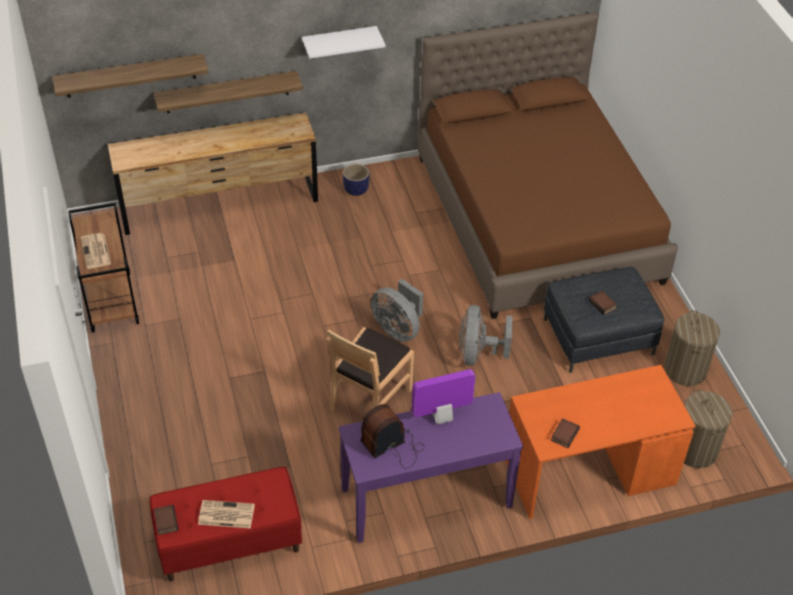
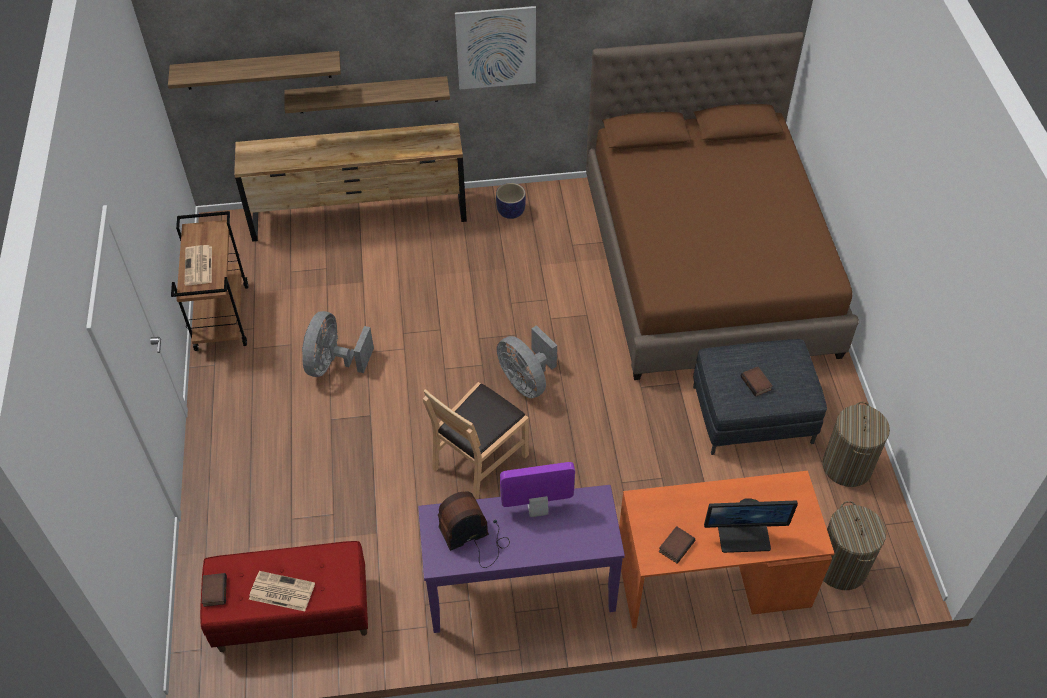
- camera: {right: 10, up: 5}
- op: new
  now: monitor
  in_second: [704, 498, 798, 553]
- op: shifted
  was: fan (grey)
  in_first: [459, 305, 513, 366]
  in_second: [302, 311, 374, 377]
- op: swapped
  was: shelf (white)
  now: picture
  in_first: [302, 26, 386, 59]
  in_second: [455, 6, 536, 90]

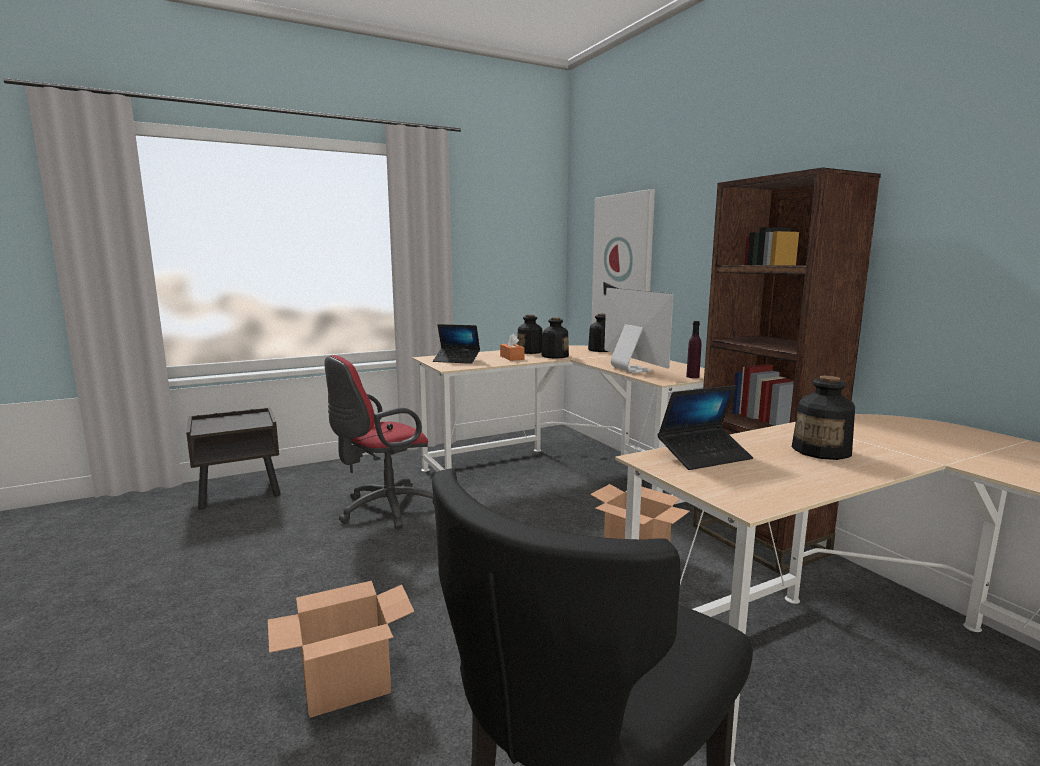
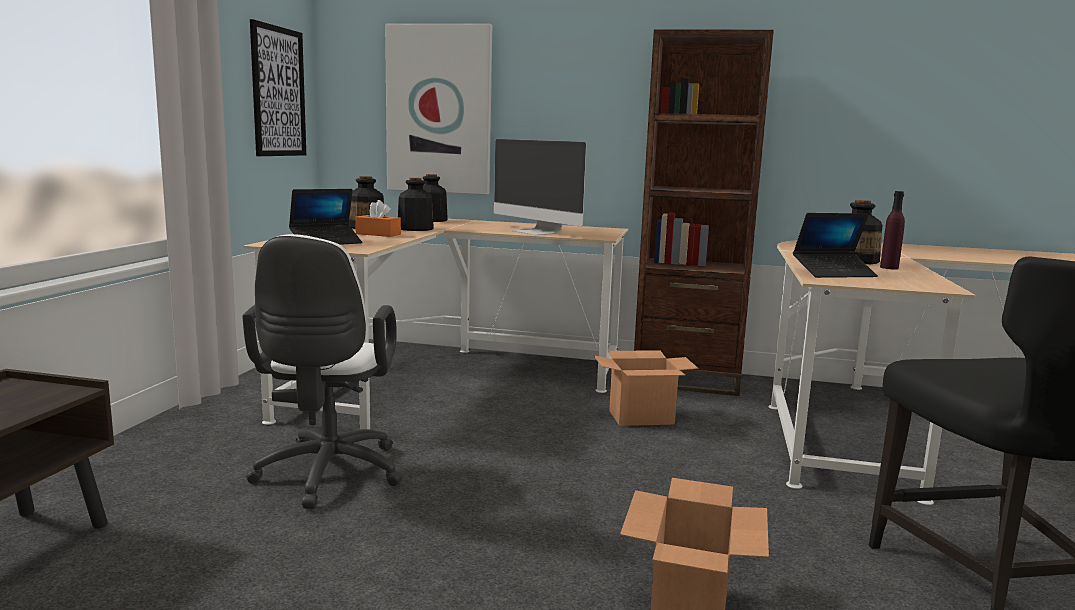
- camera: {right: -50, up: 0}
- op: new
  now: picture
  in_second: [250, 19, 306, 156]
- op: shifted
  was: bottle (purple)
  in_first: [686, 321, 701, 378]
  in_second: [880, 191, 905, 269]
- op: repainted
  was: office chair (red)
  now: office chair (white)
  in_first: [324, 355, 434, 529]
  in_second: [242, 234, 403, 509]
- op: rotated
  was: monitor
  in_first: [604, 288, 673, 373]
  in_second: [494, 139, 586, 235]
  clockwise: -150
- op: rotated
  was: laptop
  in_first: [657, 385, 753, 470]
  in_second: [793, 213, 878, 278]
  clockwise: 60

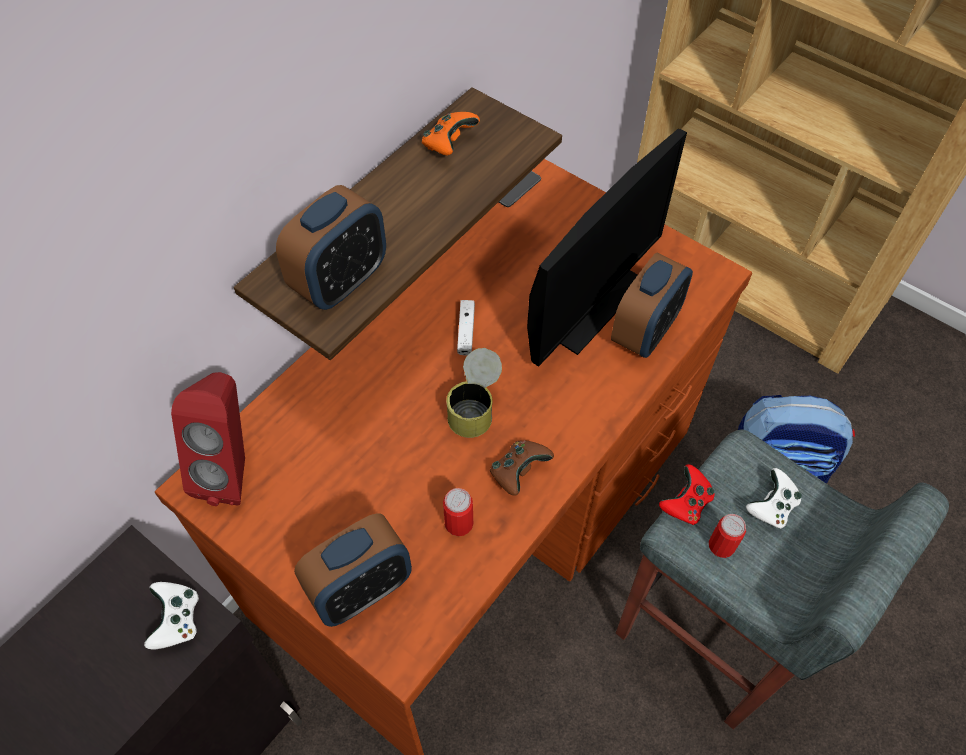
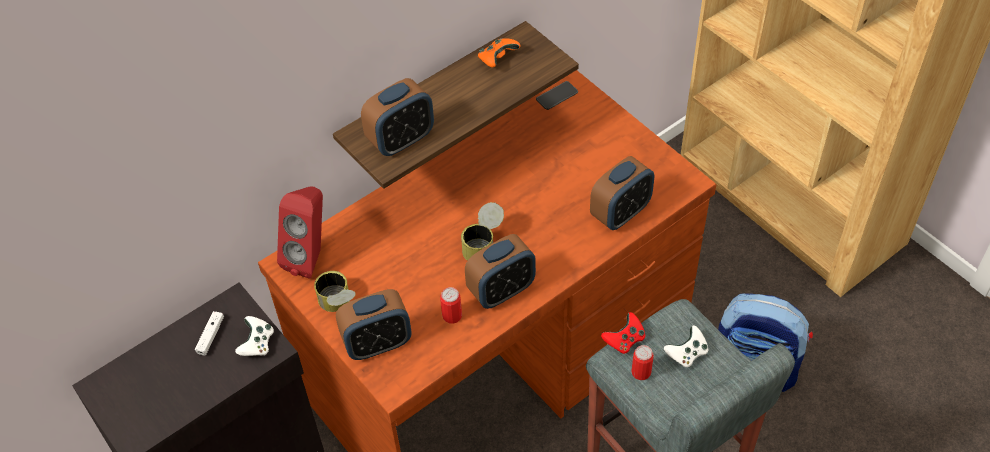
- camera: {right: 15, up: -5}
- op: gone
  was: monitor
  in_first: [527, 129, 687, 367]
- op: new
  now: can
  in_second: [314, 271, 356, 312]
- op: shifted
  was: game controller (white)
  in_first: [457, 300, 475, 355]
  in_second: [195, 311, 224, 355]
- op: swapped
  was: game controller (brown)
  now: alarm clock
  in_first: [490, 440, 554, 496]
  in_second: [465, 234, 536, 309]

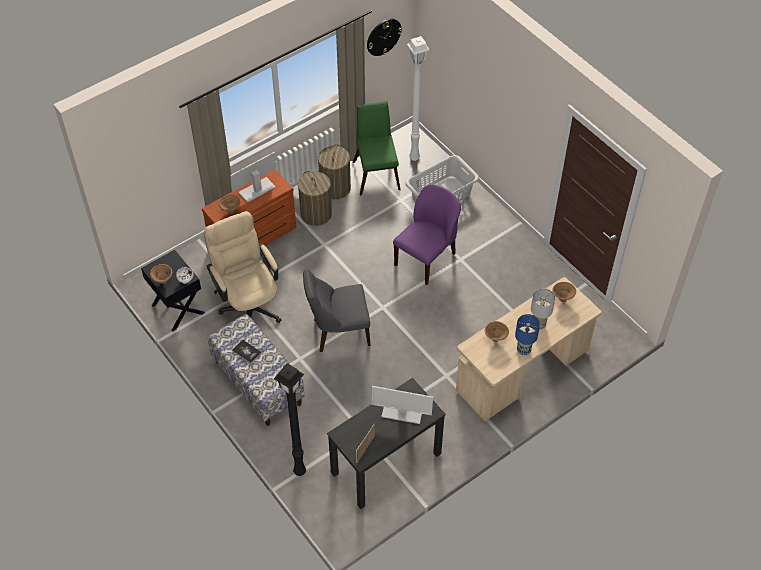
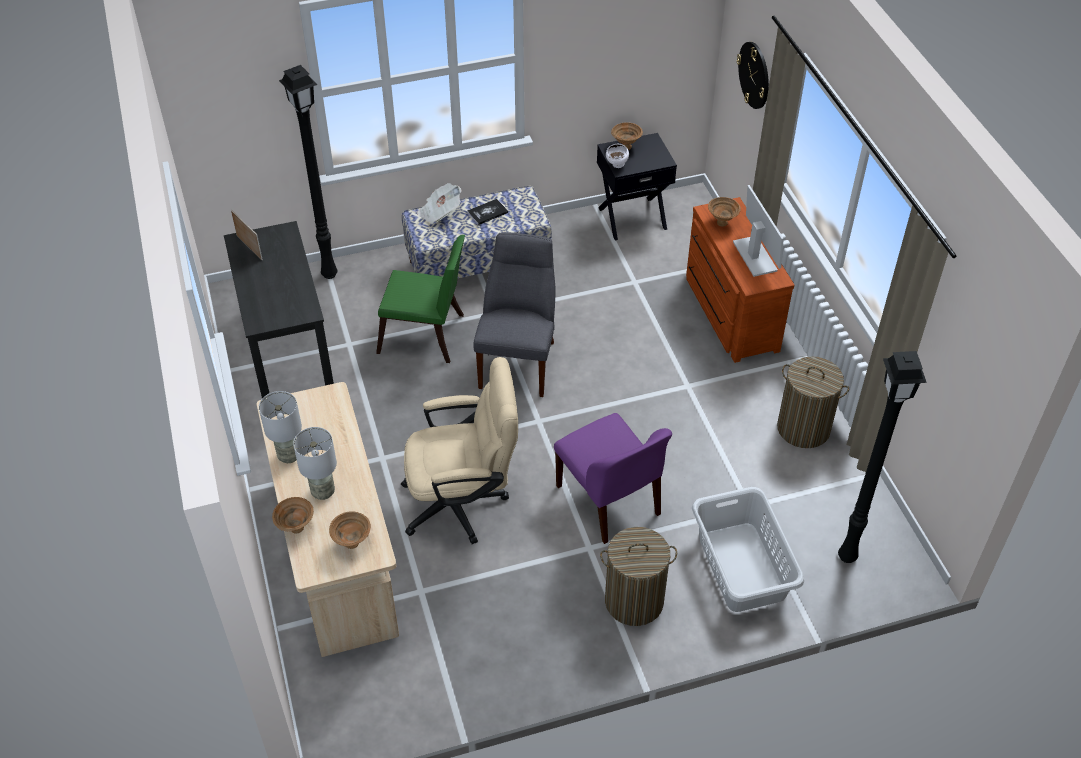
- camera: {right: 110, up: -5}
- op: gone
  was: monitor
  in_first: [372, 386, 433, 424]
- op: new
  now: newspaper
  in_second: [417, 183, 462, 224]
- op: shifted
  was: office chair (beige)
  in_first: [204, 211, 281, 323]
  in_second: [401, 357, 518, 544]
- op: shifted
  was: laundry basket
  in_first: [298, 171, 332, 226]
  in_second: [600, 527, 677, 626]
- op: shifted
  was: chair (green)
  in_first: [353, 101, 400, 195]
  in_second: [376, 235, 465, 363]
- op: shifted
  was: wall clock
  in_first: [367, 19, 402, 56]
  in_second: [737, 42, 769, 109]
- op: shifted
  was: bowl (brown)
  in_first: [485, 321, 509, 342]
  in_second: [272, 497, 314, 534]
- op: repainted
  was: floor lamp (white)
  now: floor lamp (black)
  in_first: [407, 36, 430, 161]
  in_second: [838, 351, 927, 563]
- op: repainted
  was: table lamp (blue)
  now: table lamp (grey)
  in_first: [515, 314, 540, 355]
  in_second: [259, 391, 302, 463]

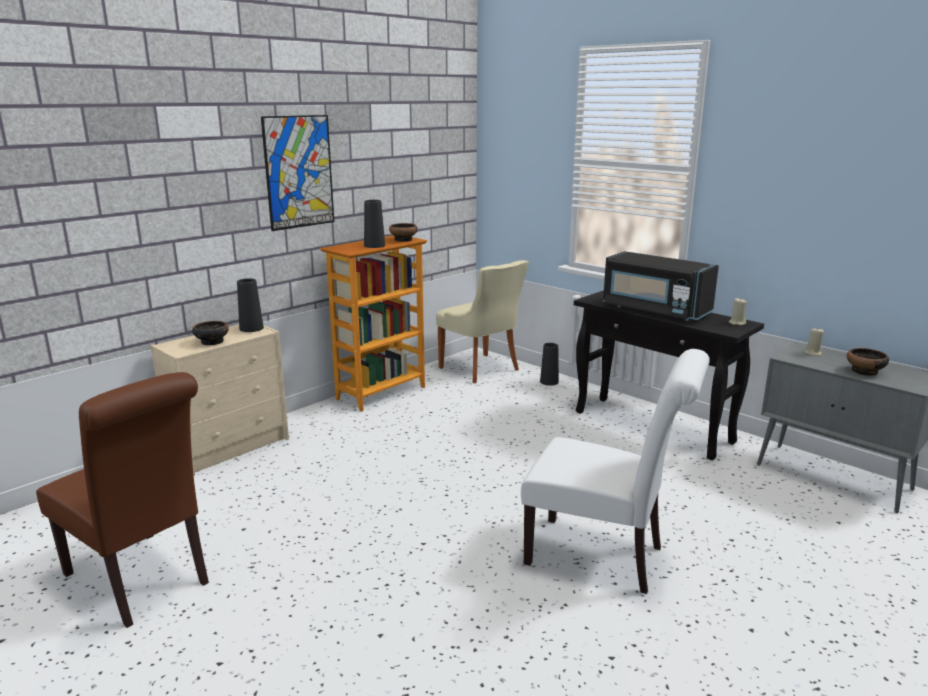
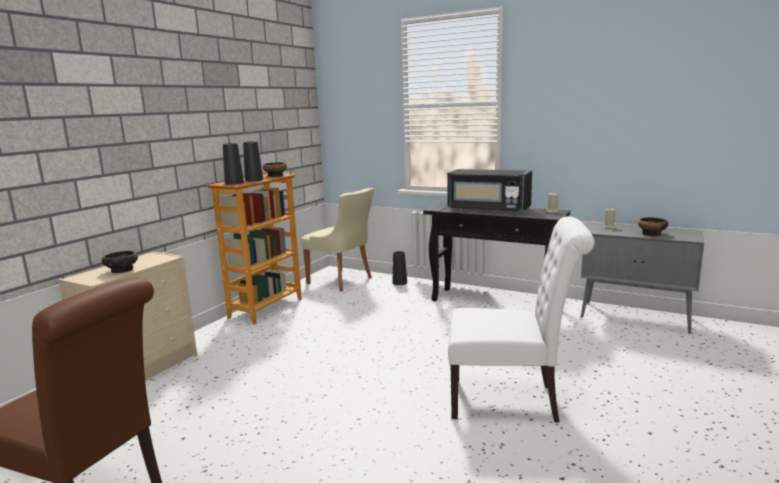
- camera: {right: -15, up: -5}
- op: gone
  was: picture
  in_first: [261, 115, 334, 231]
- op: shifted
  was: vase (black)
  in_first: [237, 278, 264, 332]
  in_second: [223, 143, 244, 185]

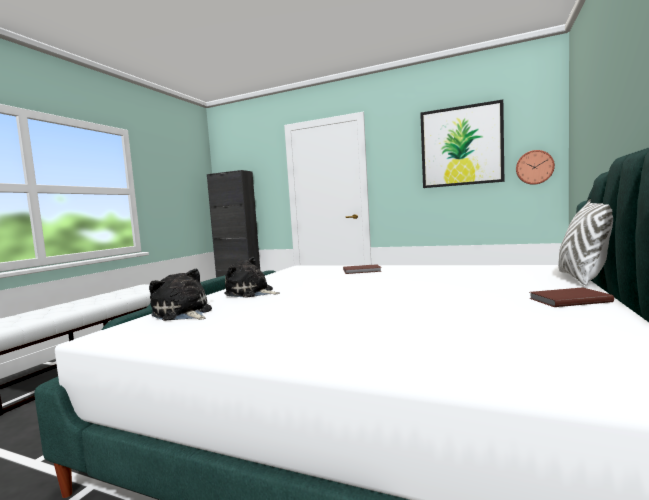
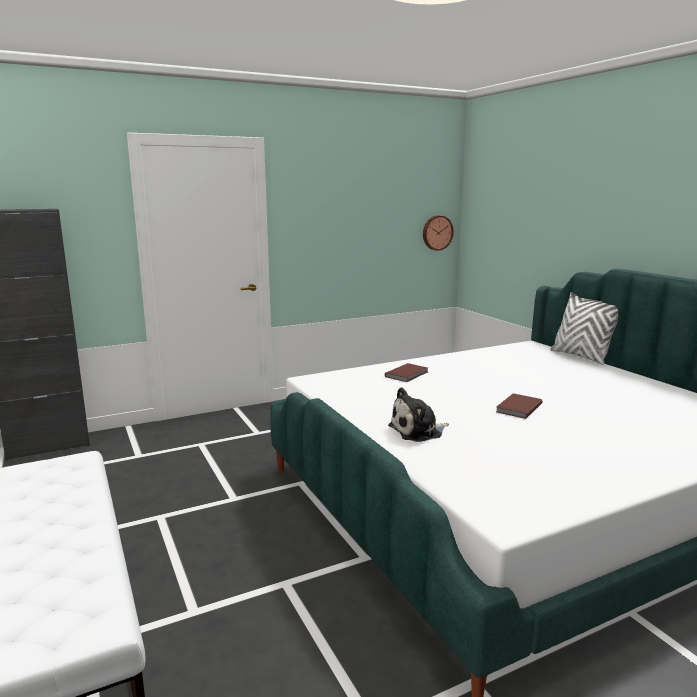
- camera: {right: -50, up: 10}
- op: gone
  was: plush toy
  in_first: [149, 269, 212, 321]
- op: gone
  was: picture
  in_first: [420, 100, 504, 188]
- op: shifted
  was: book (brown)
  in_first: [529, 287, 614, 307]
  in_second: [496, 393, 542, 419]

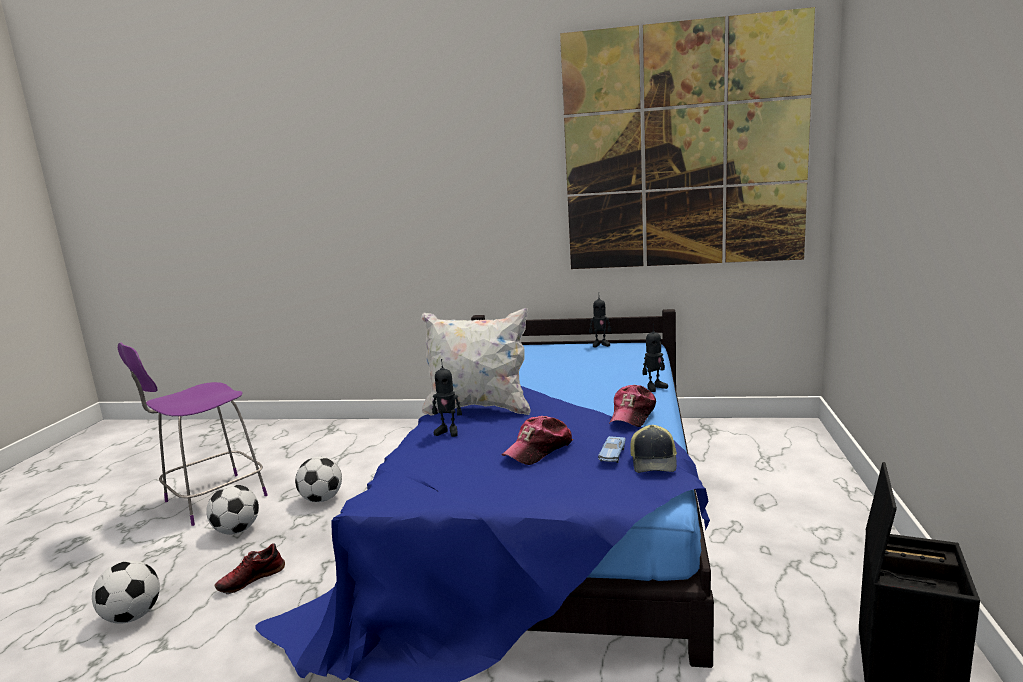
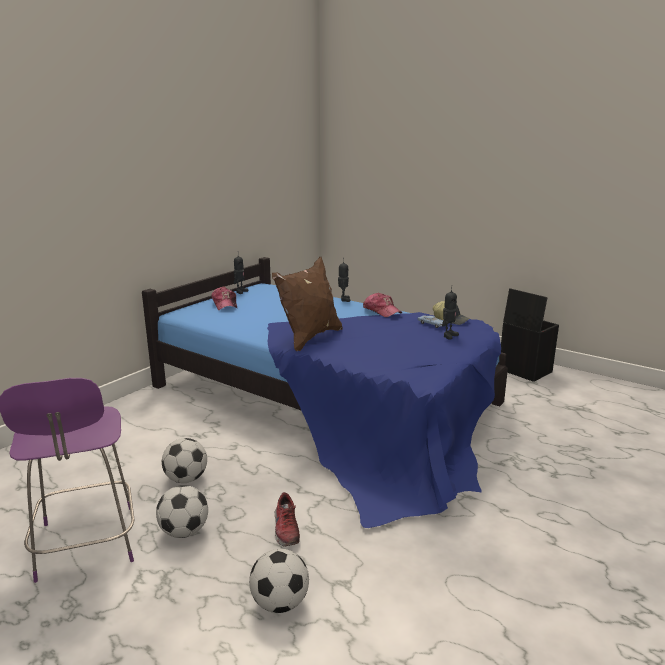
- camera: {right: -65, up: 5}
- op: gone
  was: picture
  in_first: [560, 7, 815, 269]
- op: shifted
  was: toy robot
  in_first: [432, 359, 462, 437]
  in_second: [442, 288, 459, 340]
- op: shifted
  was: cap
  in_first: [501, 416, 573, 465]
  in_second: [211, 286, 237, 310]
- op: repainted
  was: pillow (white)
  now: pillow (brown)
  in_first: [421, 308, 531, 416]
  in_second: [272, 257, 343, 351]

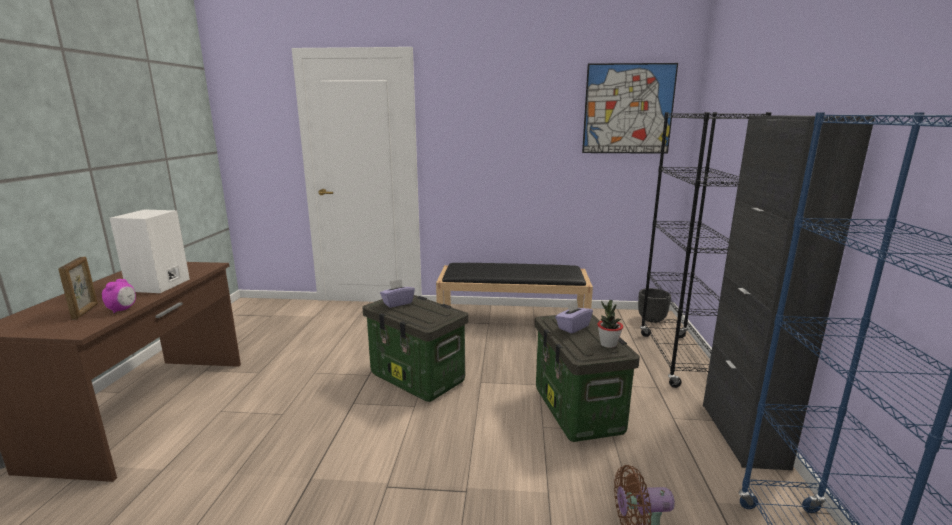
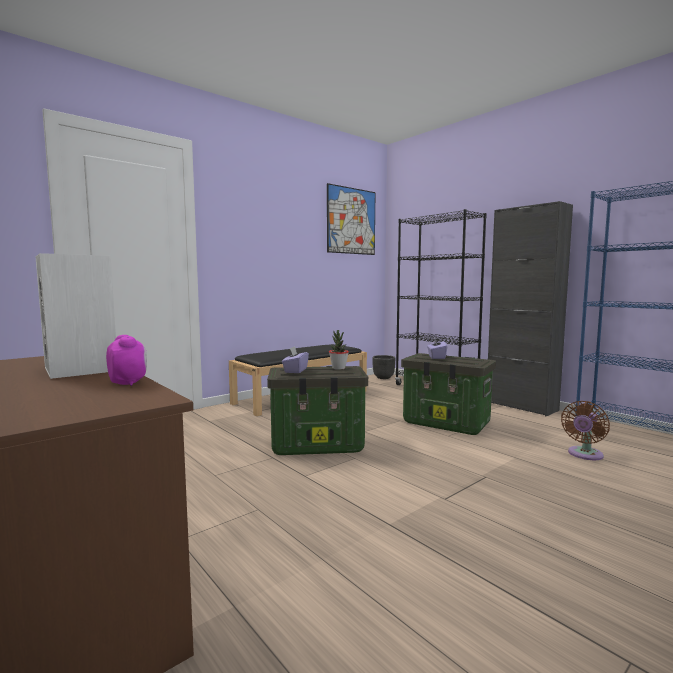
- camera: {right: -45, up: -10}
- op: gone
  was: picture frame
  in_first: [58, 257, 98, 320]
- op: shifted
  was: potted plant
  in_first: [597, 300, 623, 348]
  in_second: [329, 330, 349, 370]

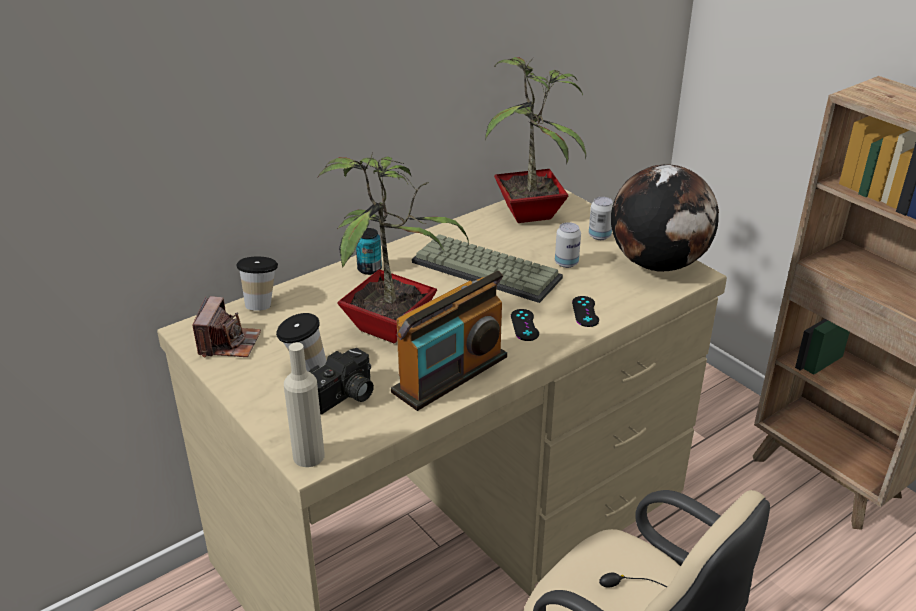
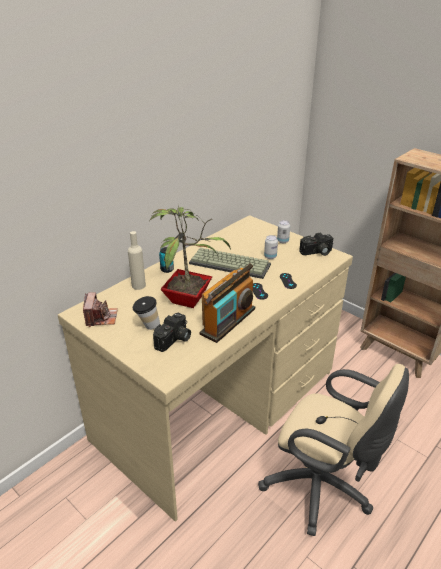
- camera: {right: -10, up: 0}
- op: gone
  was: cup
  in_first: [236, 257, 278, 311]
- op: gone
  was: potted plant
  in_first: [485, 57, 586, 223]
- op: shifted
  was: bottle (beige)
  in_first: [284, 342, 325, 467]
  in_second: [128, 231, 146, 290]
- op: swapped
  was: globe
  now: photo camera
  in_first: [611, 164, 719, 272]
  in_second: [299, 233, 333, 256]

